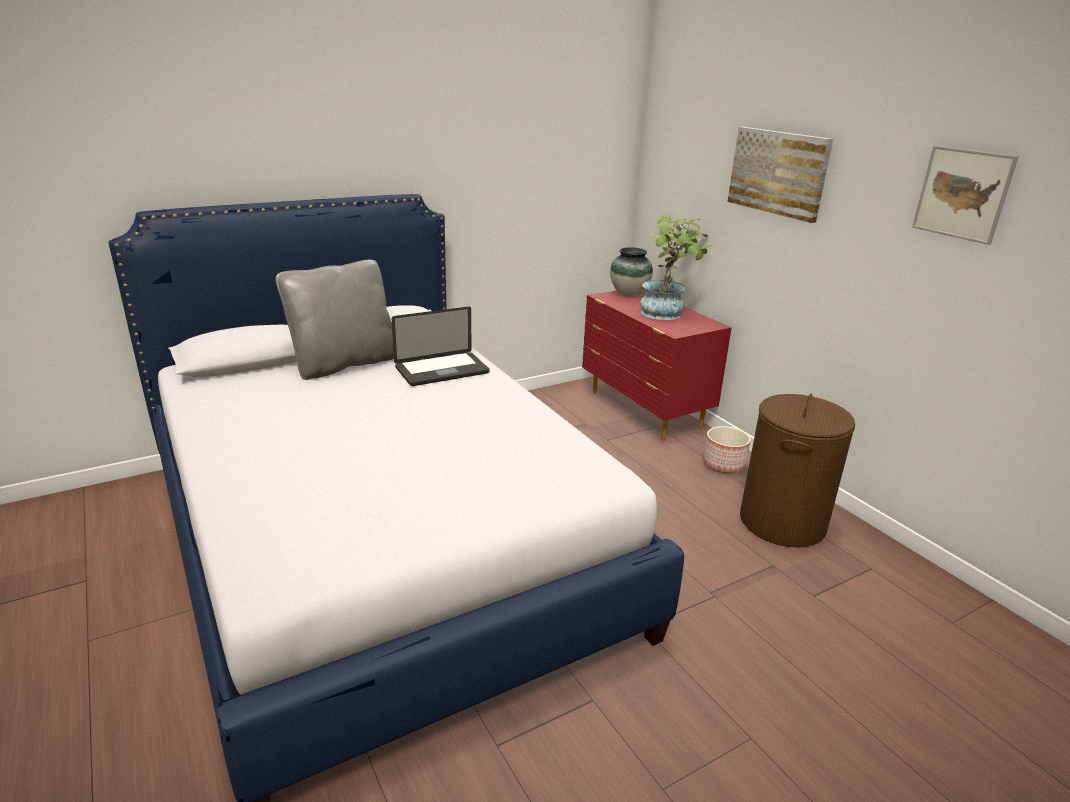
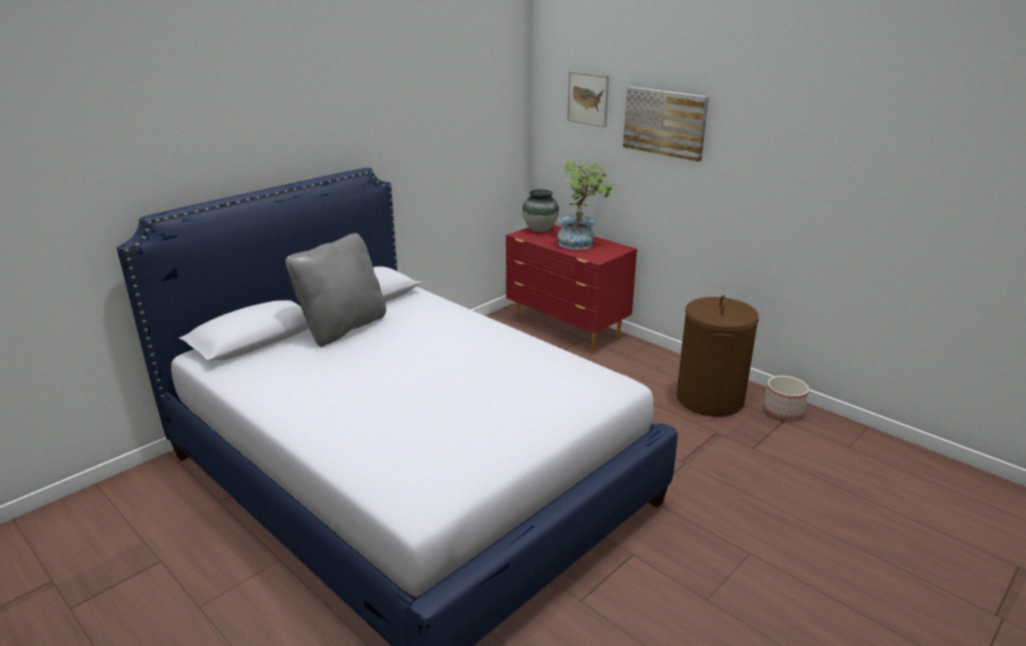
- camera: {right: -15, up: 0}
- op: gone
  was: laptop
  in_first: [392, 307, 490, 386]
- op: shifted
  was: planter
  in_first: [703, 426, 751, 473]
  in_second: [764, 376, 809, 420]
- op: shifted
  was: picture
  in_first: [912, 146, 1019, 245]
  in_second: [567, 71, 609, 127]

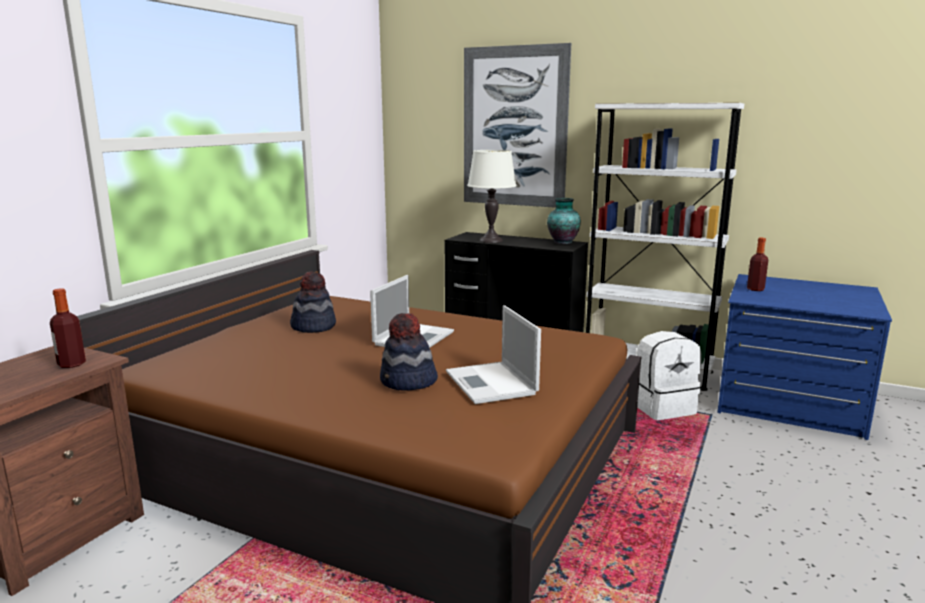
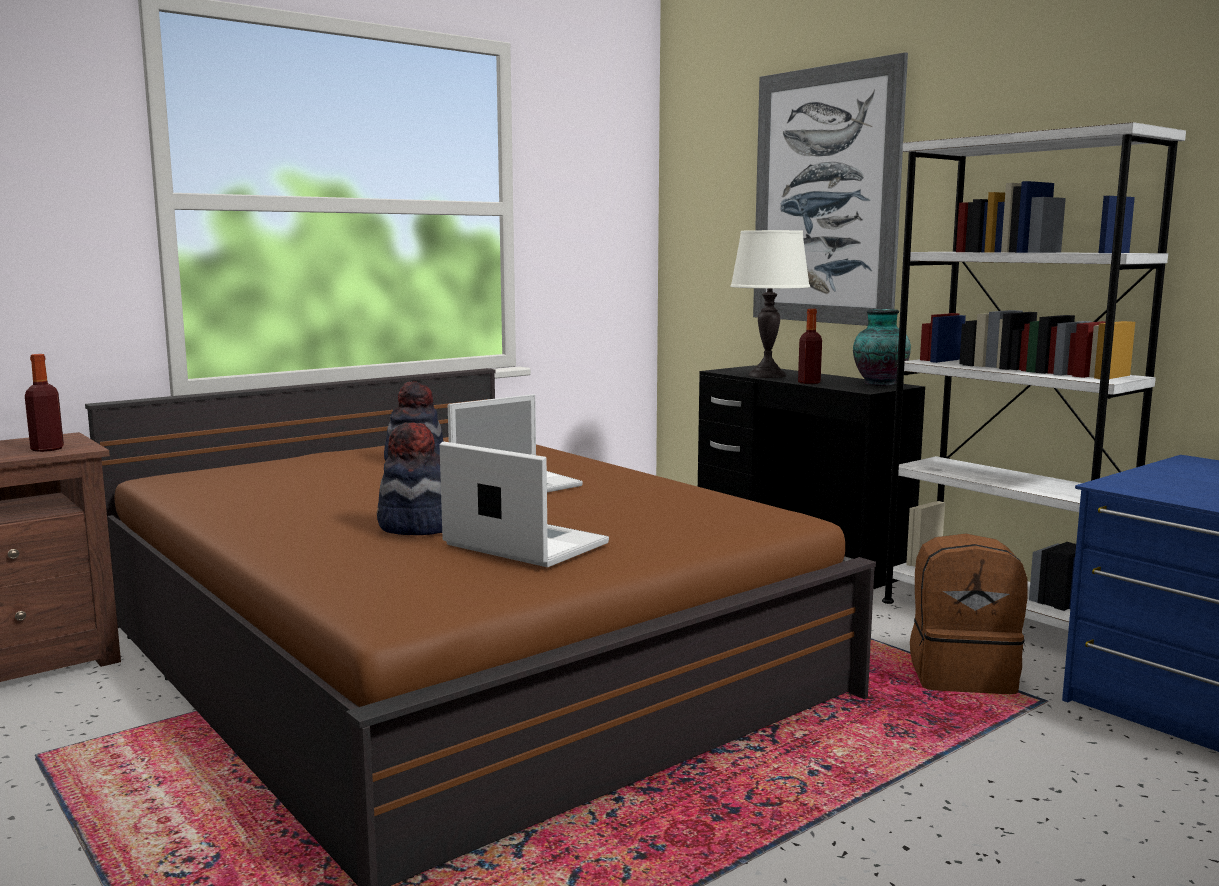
- camera: {right: 25, up: -5}
- op: shifted
  was: bottle
  in_first: [747, 237, 768, 291]
  in_second: [798, 309, 822, 384]
- op: repainted
  was: backpack (white)
  now: backpack (brown)
  in_first: [637, 331, 702, 420]
  in_second: [910, 534, 1028, 694]
- op: rotated
  was: laptop
  in_first: [446, 305, 541, 404]
  in_second: [440, 442, 609, 567]
  clockwise: 120

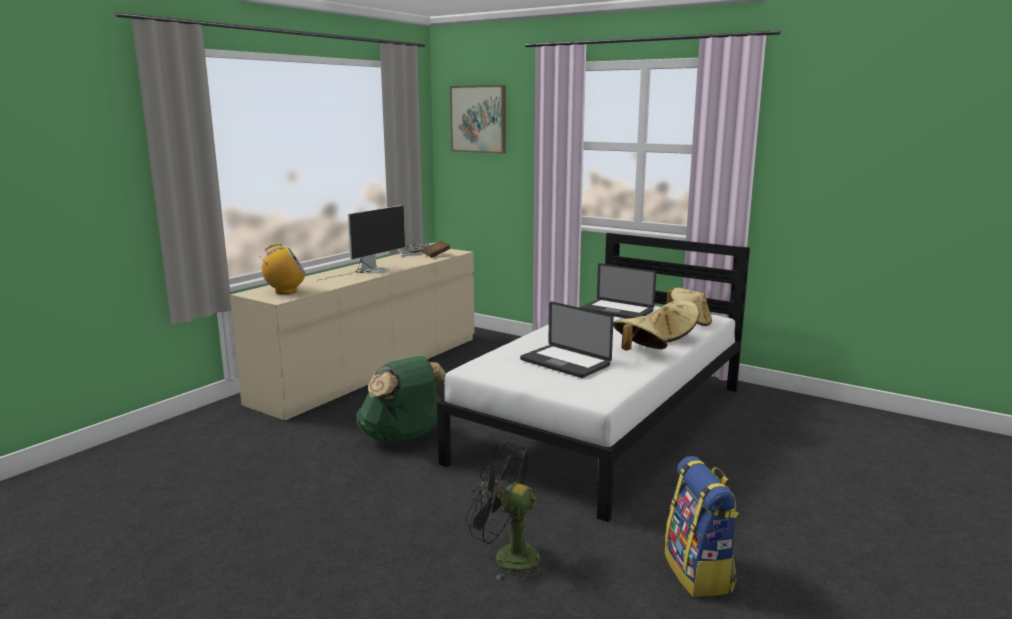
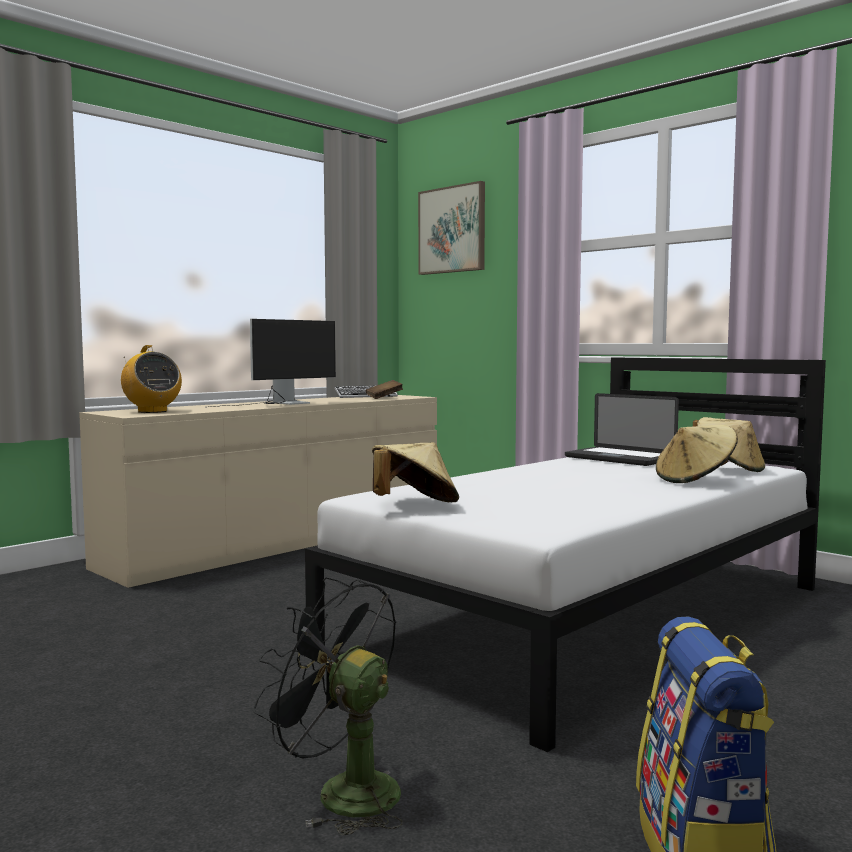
- camera: {right: 10, up: -10}
- op: gone
  was: backpack (green)
  in_first: [357, 356, 447, 443]
- op: gone
  was: laptop
  in_first: [520, 301, 614, 378]
- op: shifted
  was: hat (beige)
  in_first: [613, 315, 667, 350]
  in_second: [372, 442, 459, 502]
- op: rotated
  was: radio
  in_first: [262, 243, 306, 294]
  in_second: [121, 345, 182, 413]
  clockwise: 60

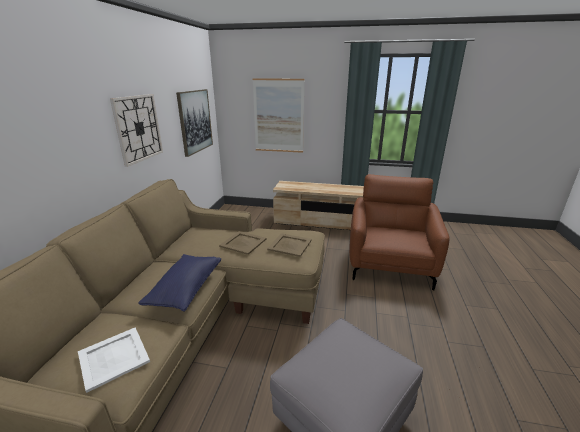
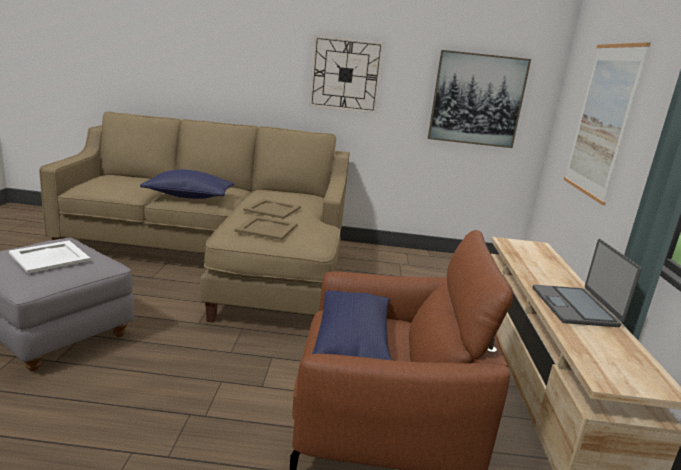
- camera: {right: 80, up: -5}
- op: new
  now: pillow (blue)
  in_second: [312, 290, 392, 360]
- op: new
  now: laptop
  in_second: [533, 239, 642, 327]
- op: shifted
  was: tray (white)
  in_first: [78, 327, 150, 393]
  in_second: [9, 241, 91, 273]

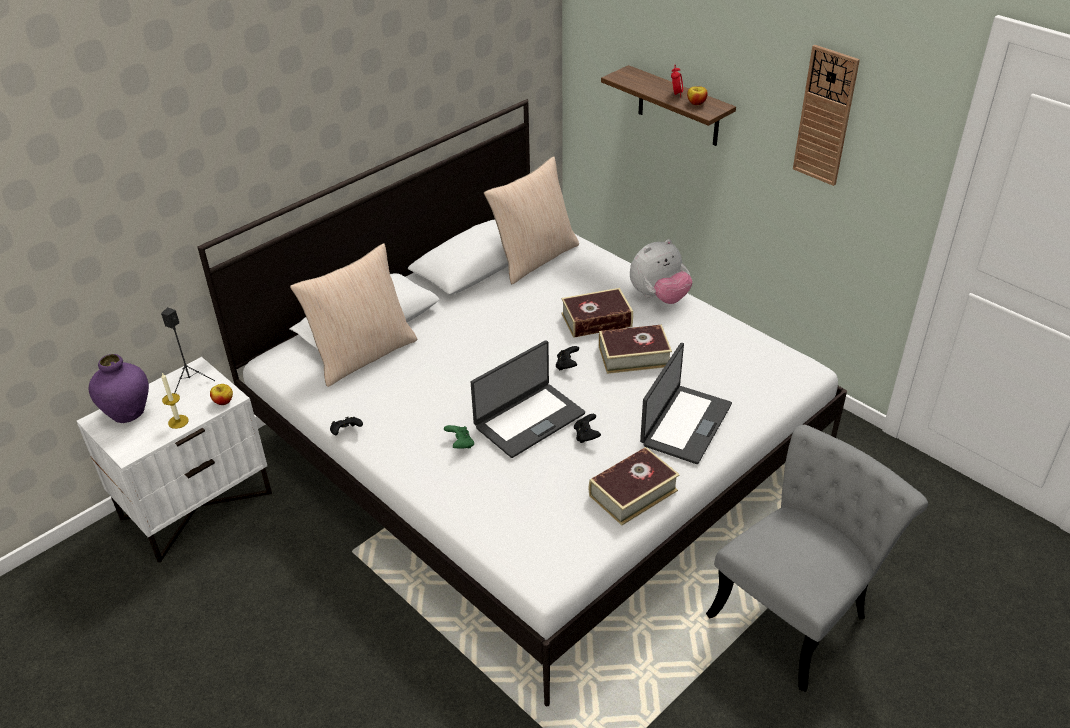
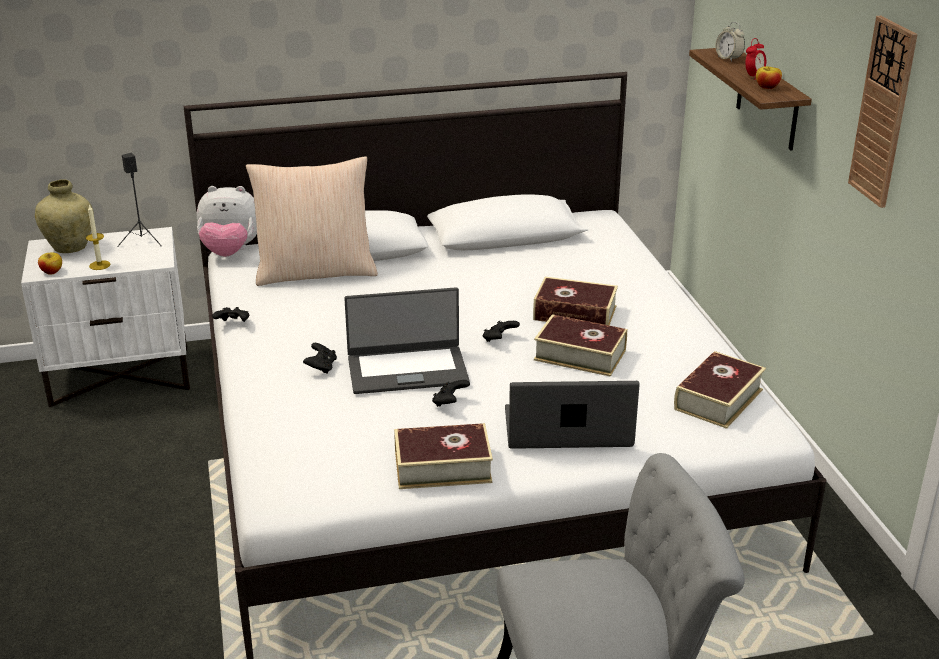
- camera: {right: 30, up: -10}
- op: gone
  was: pillow (beige)
  in_first: [484, 156, 579, 284]
- op: new
  now: book
  in_second: [674, 351, 766, 429]
- op: new
  now: alarm clock
  in_second: [715, 22, 745, 62]
- op: shifted
  was: apple
  in_first: [210, 384, 233, 405]
  in_second: [38, 253, 62, 275]
- op: shifted
  was: plush toy
  in_first: [630, 239, 693, 304]
  in_second: [197, 186, 257, 257]
- op: repainted
  was: vase (purple)
  now: vase (beige)
  in_first: [89, 354, 149, 423]
  in_second: [35, 180, 94, 253]
- op: repainted
  was: game controller (green)
  now: game controller (black)
  in_first: [444, 425, 474, 449]
  in_second: [303, 343, 337, 374]
- op: rotated
  was: laptop
  in_first: [640, 343, 732, 464]
  in_second: [505, 381, 640, 449]
  clockwise: -150

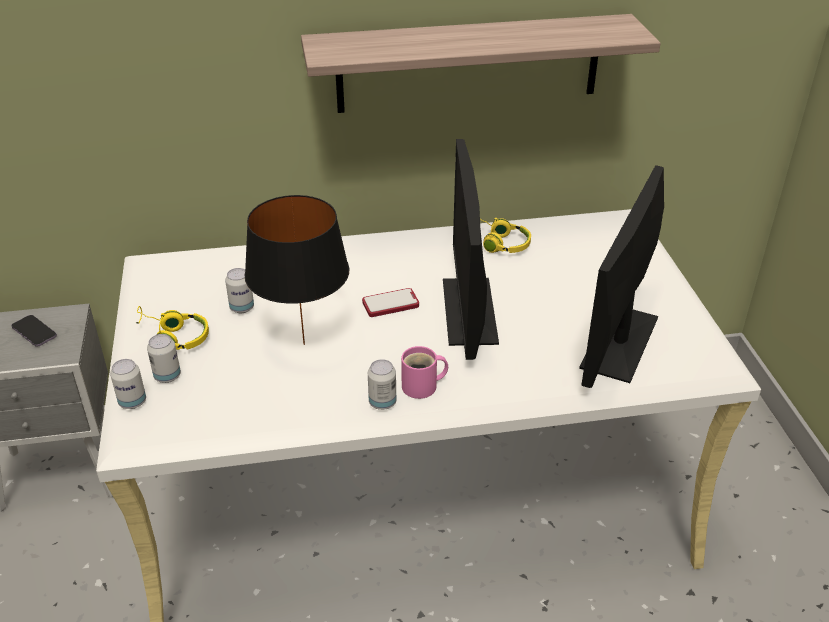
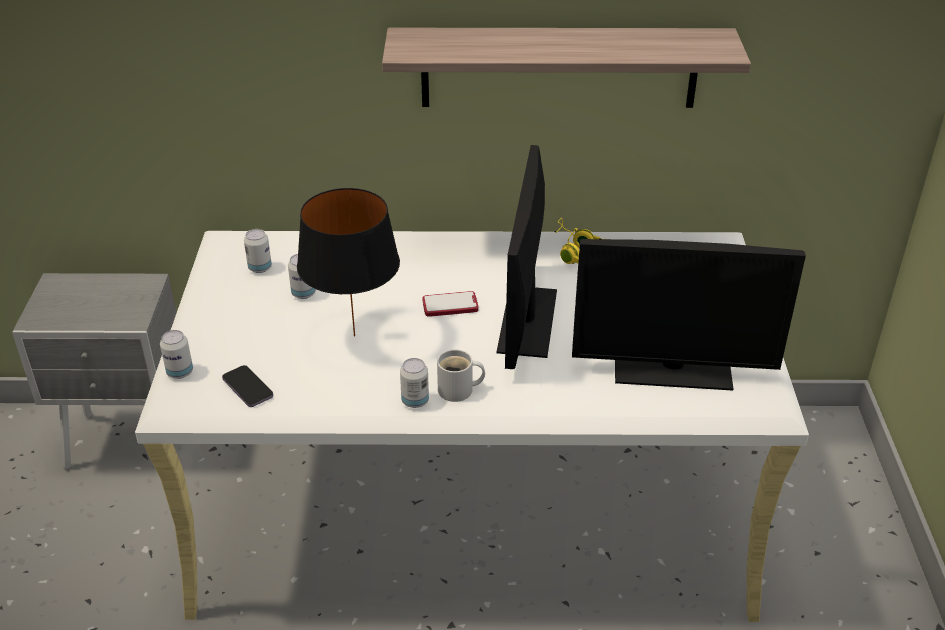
- camera: {right: 10, up: 0}
- op: gone
  was: headphones (yellow)
  in_first: [136, 306, 209, 350]
- op: shifted
  was: phone
  in_first: [11, 315, 57, 347]
  in_second: [222, 365, 273, 407]
- op: shifted
  was: can
  in_first: [147, 334, 181, 383]
  in_second: [244, 229, 272, 273]
- op: repainted
  was: mug (pink)
  now: mug (white)
  in_first: [401, 346, 448, 399]
  in_second: [437, 349, 485, 402]
- op: rotated
  was: monitor
  in_first: [579, 165, 664, 388]
  in_second: [572, 239, 806, 391]
  clockwise: -120

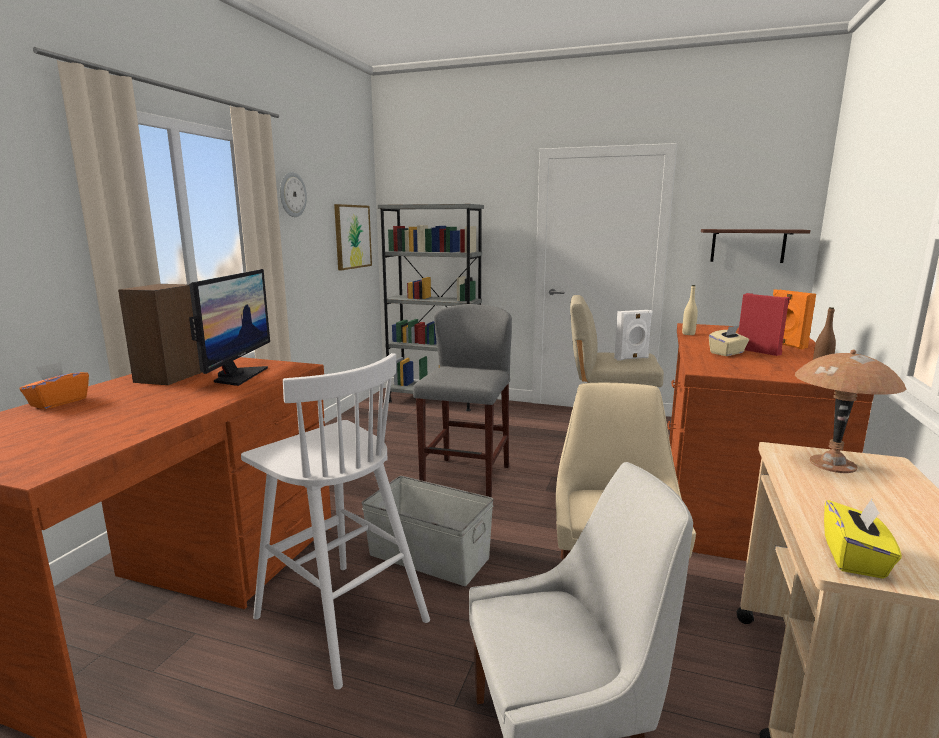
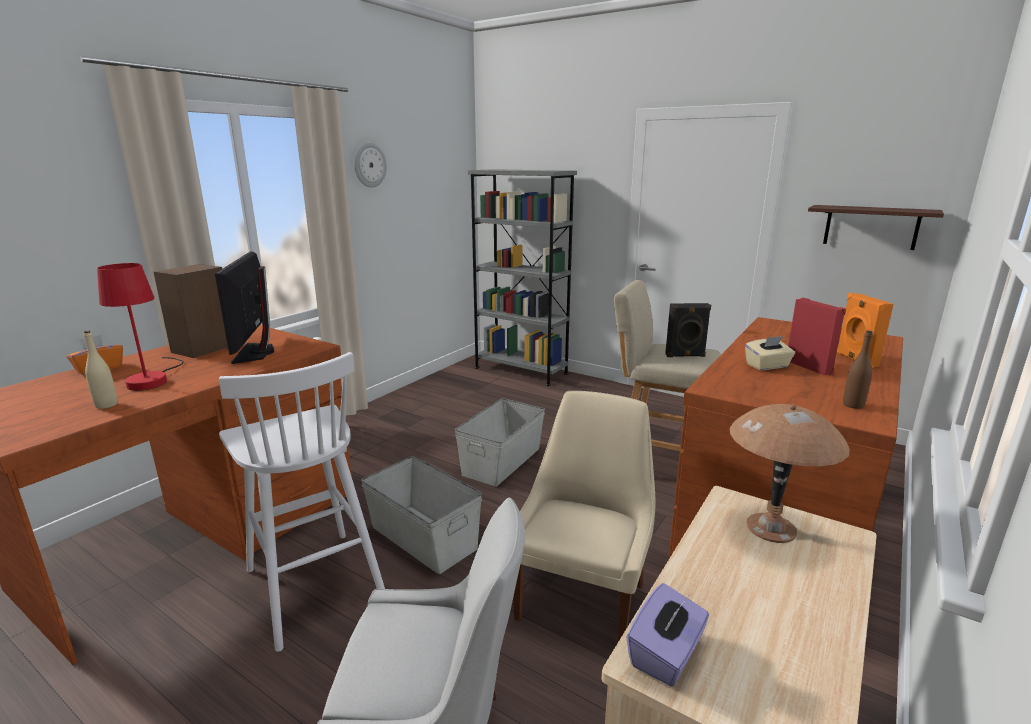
- camera: {right: 15, up: 5}
- op: gone
  was: picture
  in_first: [334, 204, 372, 270]
- op: new
  now: table lamp (red)
  in_second: [97, 263, 184, 391]
- op: shifted
  was: bottle (beige)
  in_first: [682, 285, 698, 335]
  in_second: [84, 330, 117, 409]
- op: swapped
  was: stool (grey)
  now: storage box (grey)
  in_first: [413, 304, 512, 498]
  in_second: [455, 398, 545, 487]
- op: repainted
  was: speaker (white)
  now: speaker (black)
  in_first: [614, 310, 653, 361]
  in_second: [665, 303, 711, 357]
- op: repainted
  was: tissue box (yellow)
  now: tissue box (purple)
  in_first: [824, 499, 902, 579]
  in_second: [626, 583, 709, 686]
- op: rotated
  was: monitor
  in_first: [189, 269, 270, 386]
  in_second: [215, 251, 274, 364]
  clockwise: 150

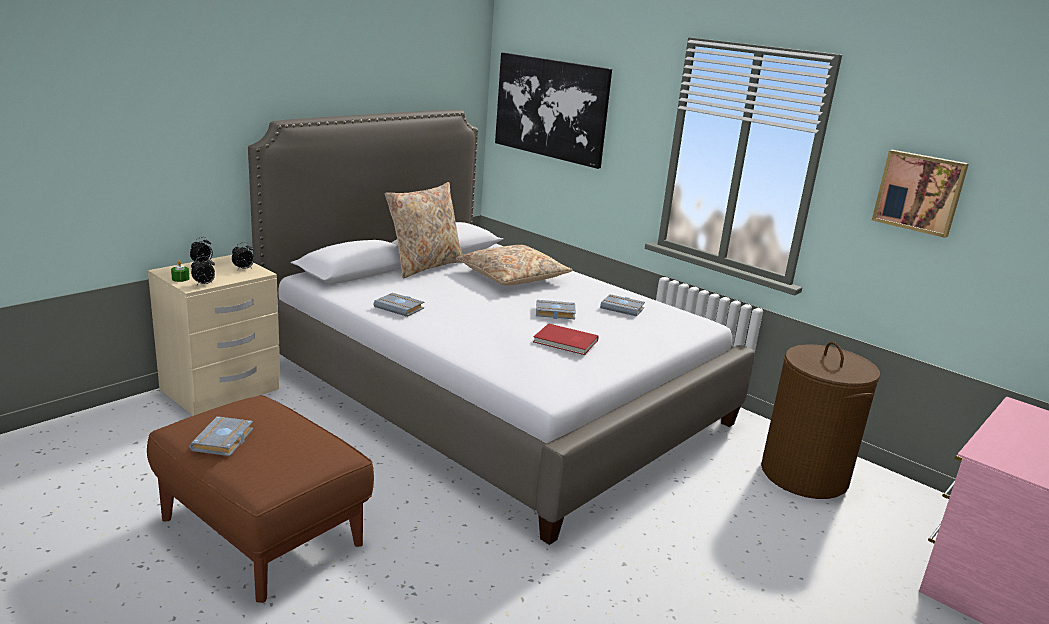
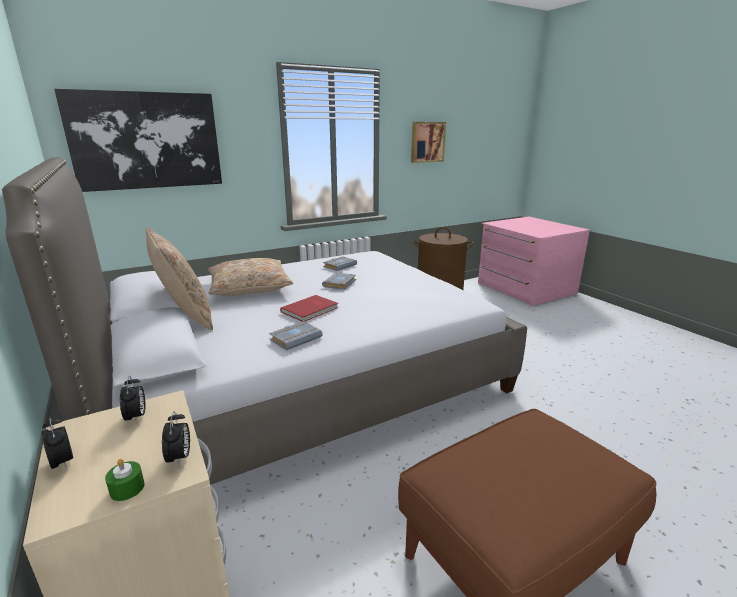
- camera: {right: -70, up: 0}
- op: gone
  was: book (grey)
  in_first: [189, 416, 254, 456]
- op: shifted
  was: book (red)
  in_first: [533, 323, 599, 355]
  in_second: [280, 295, 339, 322]

